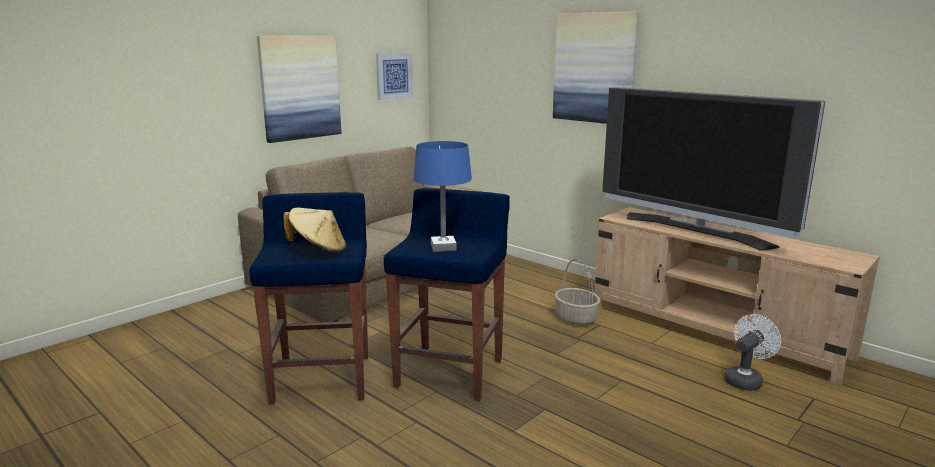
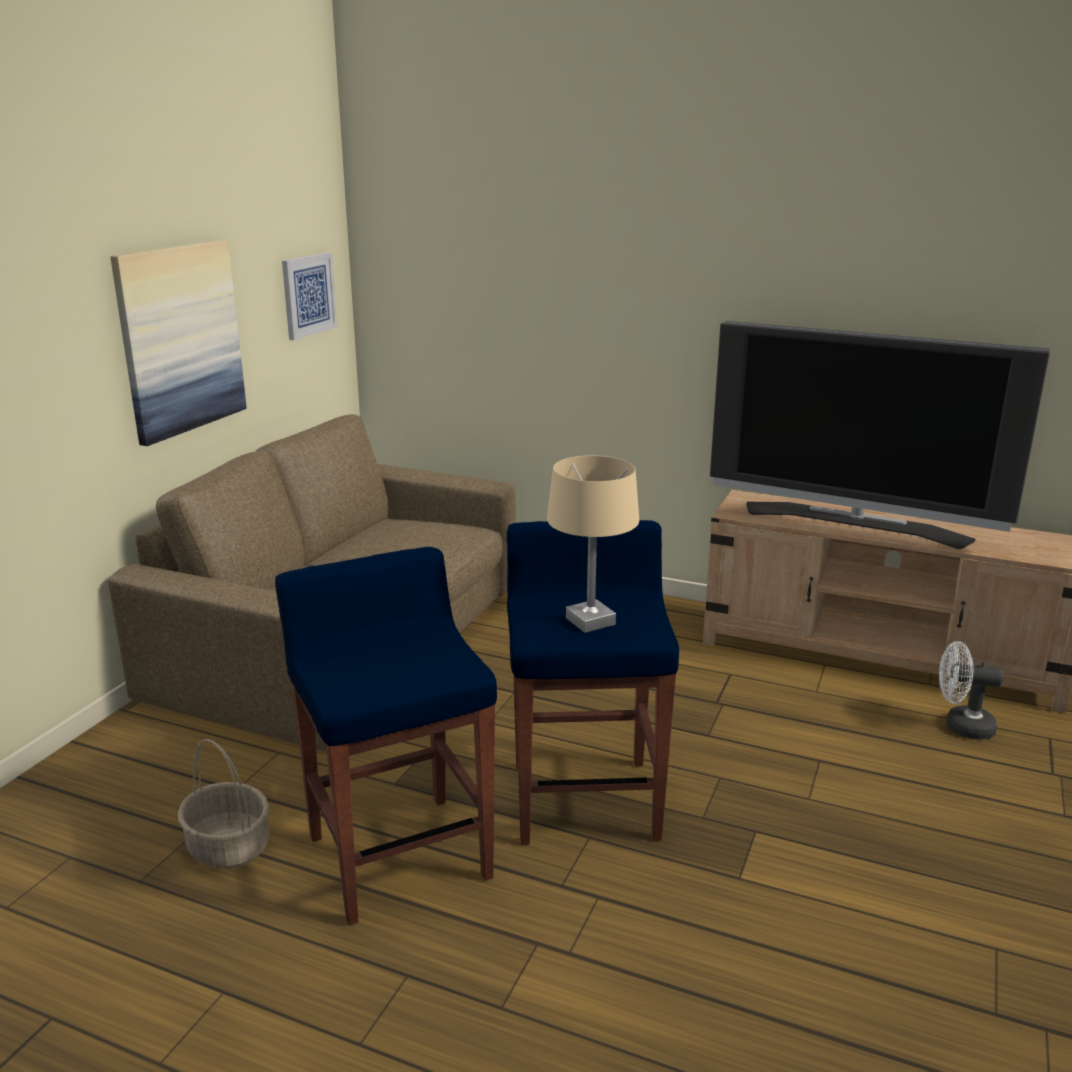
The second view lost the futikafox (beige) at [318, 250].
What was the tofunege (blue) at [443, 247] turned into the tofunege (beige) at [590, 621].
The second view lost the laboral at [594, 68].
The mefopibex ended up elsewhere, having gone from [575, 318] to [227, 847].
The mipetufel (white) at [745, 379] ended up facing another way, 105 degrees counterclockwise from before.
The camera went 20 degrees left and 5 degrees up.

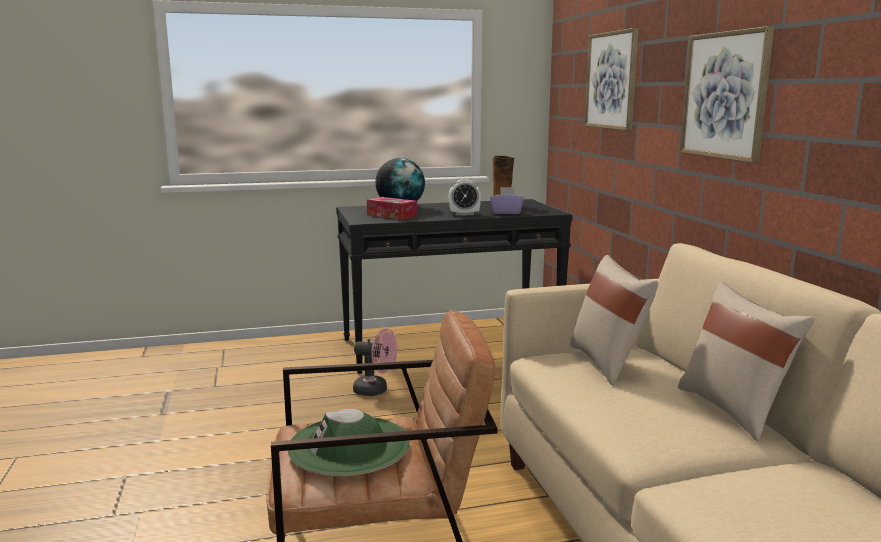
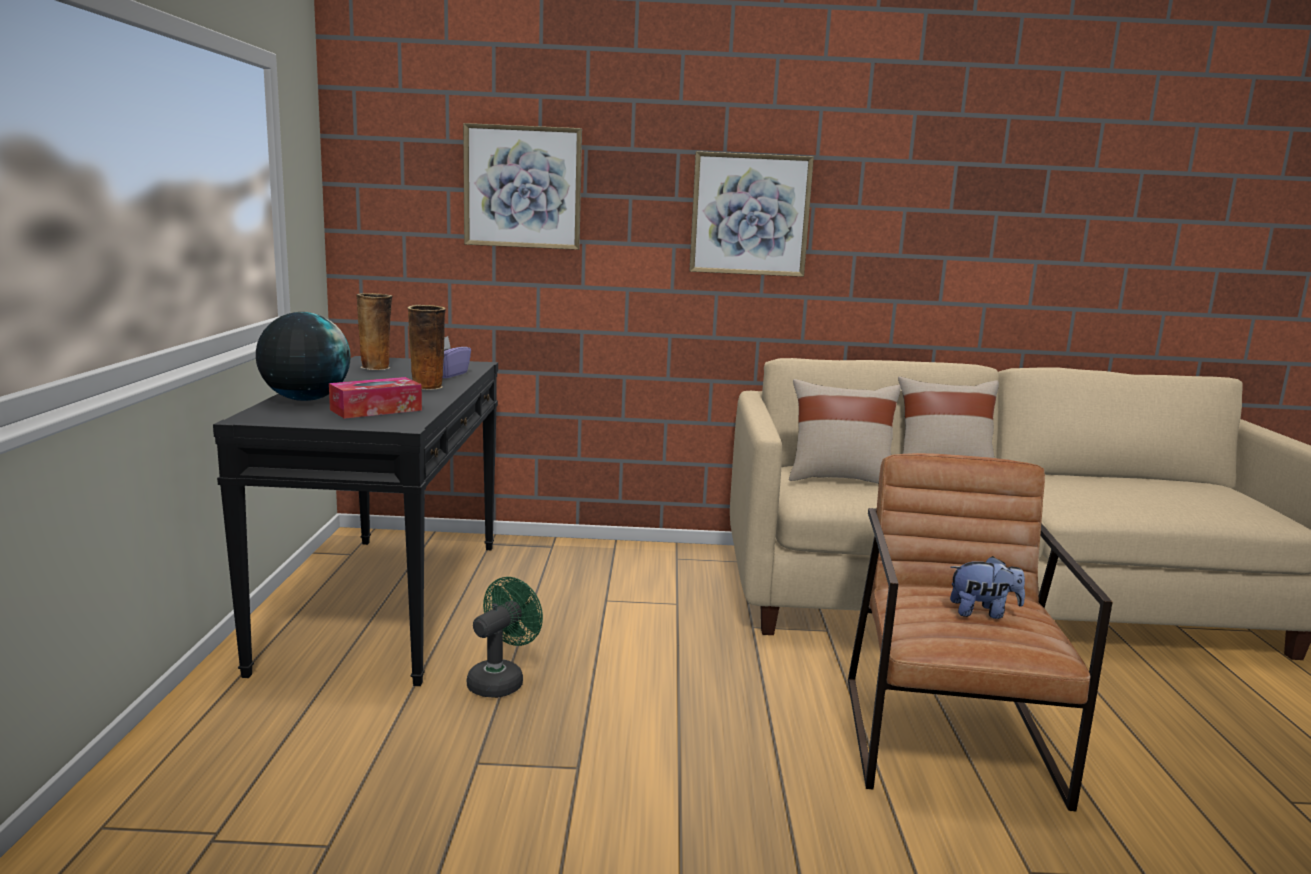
Where the futikafox (green) stood at [349, 445], the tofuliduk came to stand at [983, 612].
What was the mipetufel (pink) at [376, 390] turned into the mipetufel (green) at [501, 680].
Where the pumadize stood at [464, 214], the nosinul came to stand at [428, 387].
The camera went 75 degrees left and 0 degrees up.

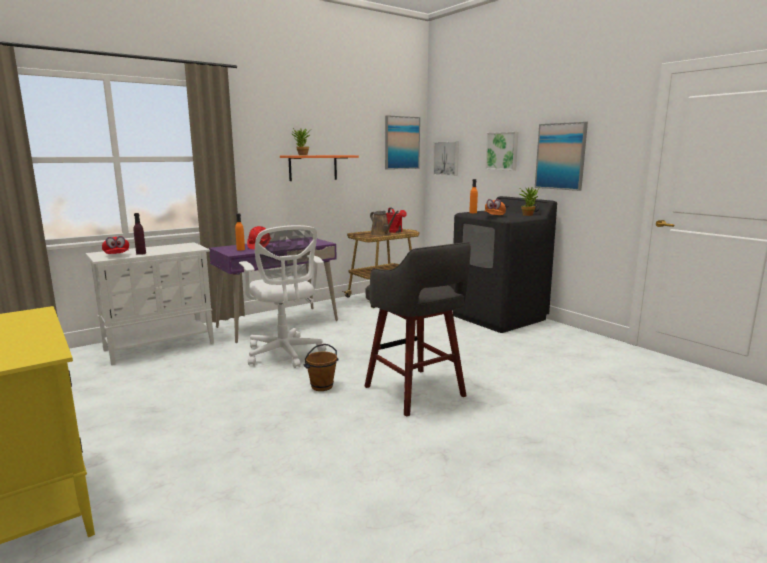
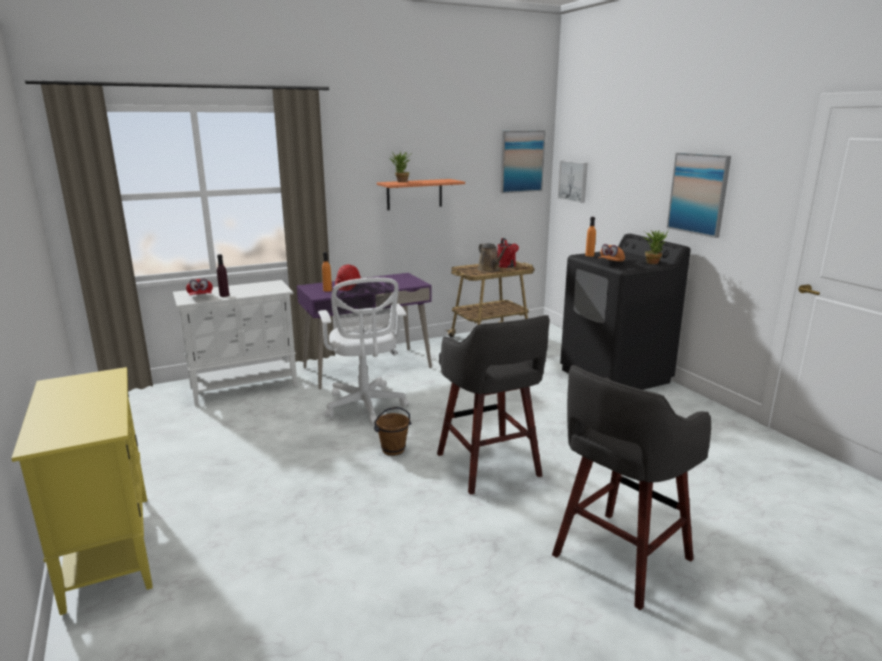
The second view lost the laboral at [502, 151].
The second view gained the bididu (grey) at [619, 559].
The camera went 10 degrees right and 5 degrees up.

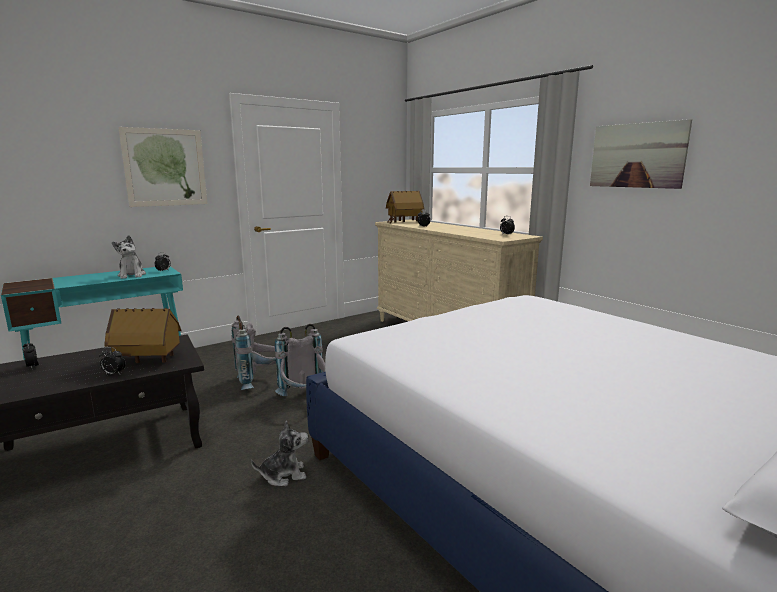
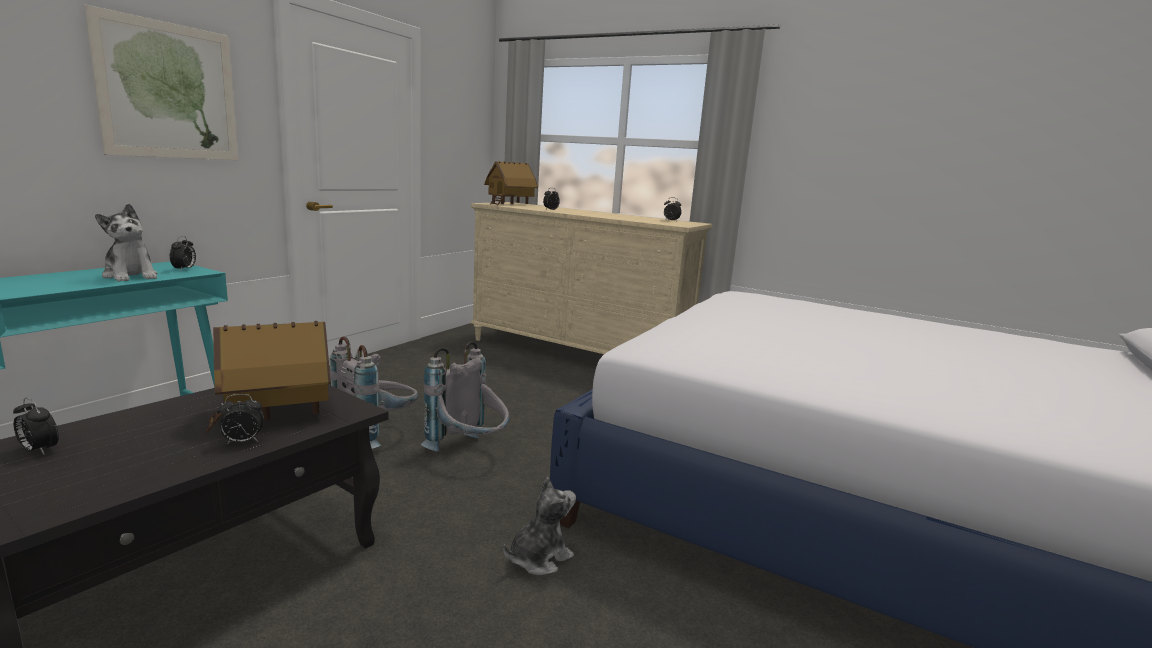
The second view lost the laboral at [637, 155].
The camera went 25 degrees left and 0 degrees up.

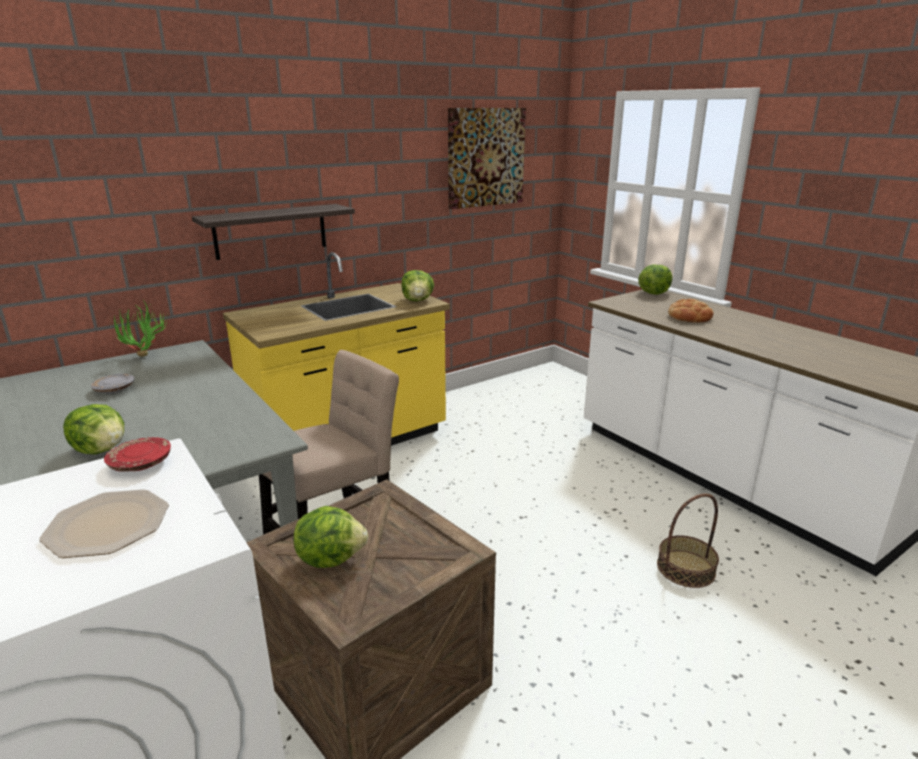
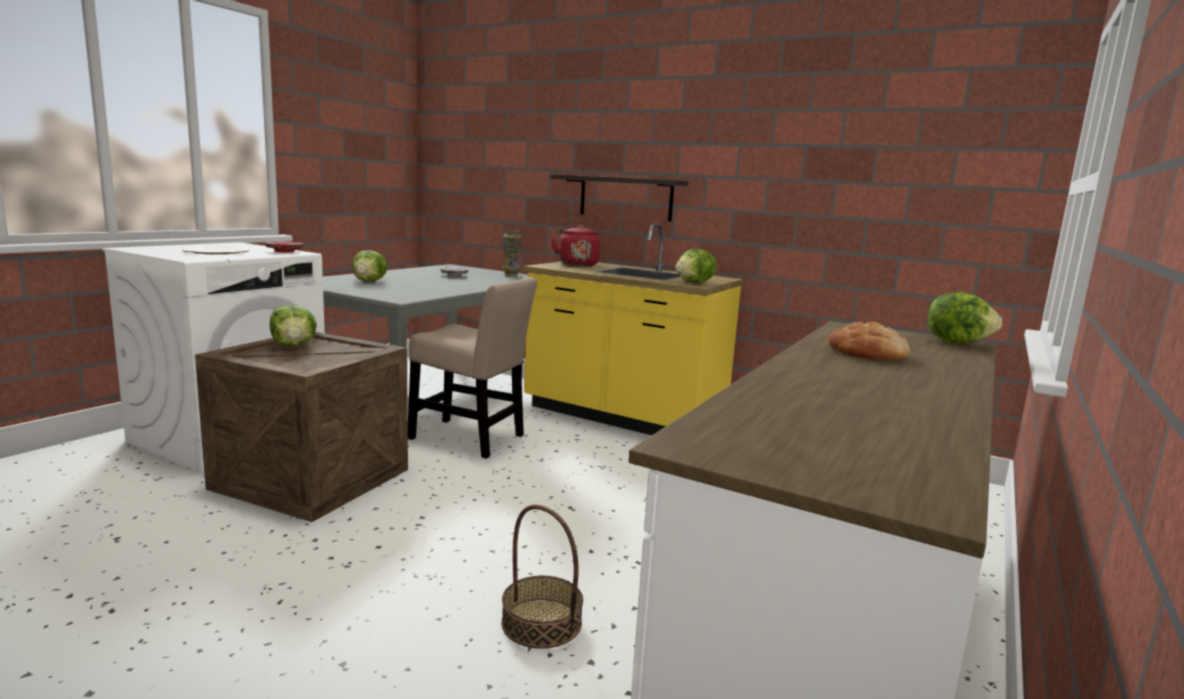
Where the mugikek stood at [146, 358], the nosinul came to stand at [511, 275].
The second view lost the laboral at [485, 157].
The second view gained the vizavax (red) at [577, 264].
The camera went 65 degrees right and 10 degrees down.

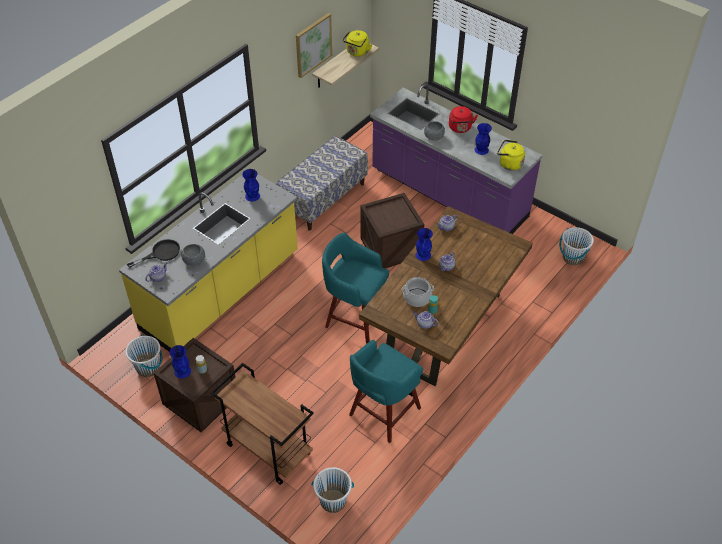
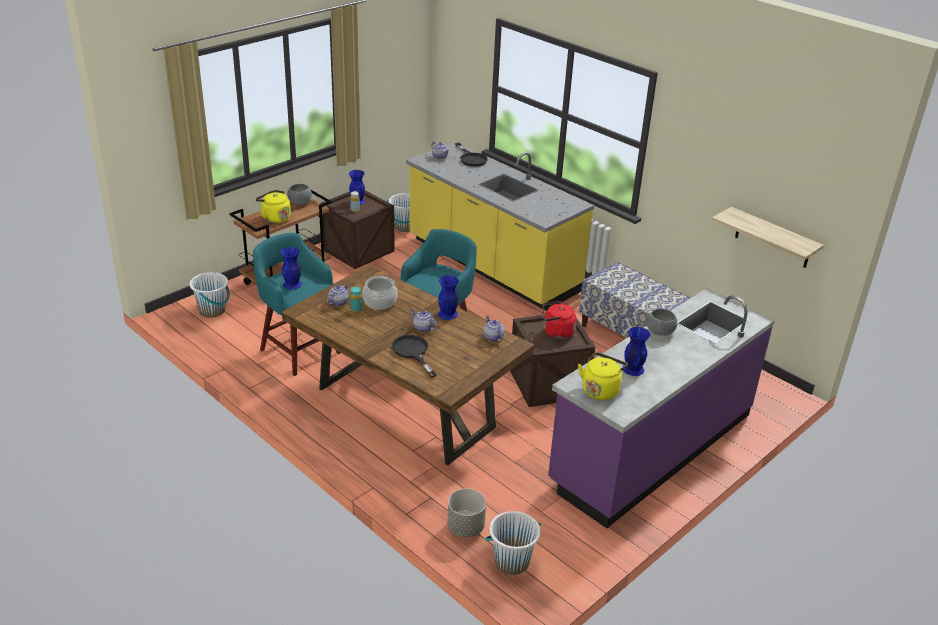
The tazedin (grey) ended up elsewhere, having gone from [194, 261] to [299, 202].
The nosinul (blue) ended up elsewhere, having gone from [252, 196] to [292, 284].
The second view lost the laboral at [313, 44].
The vizavax (yellow) ended up elsewhere, having gone from [357, 52] to [275, 218].
The vizavax (red) ended up elsewhere, having gone from [460, 128] to [556, 332].
The second view gained the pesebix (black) at [413, 352].
The second view gained the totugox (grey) at [465, 527].
The camera went 95 degrees right and 15 degrees down.

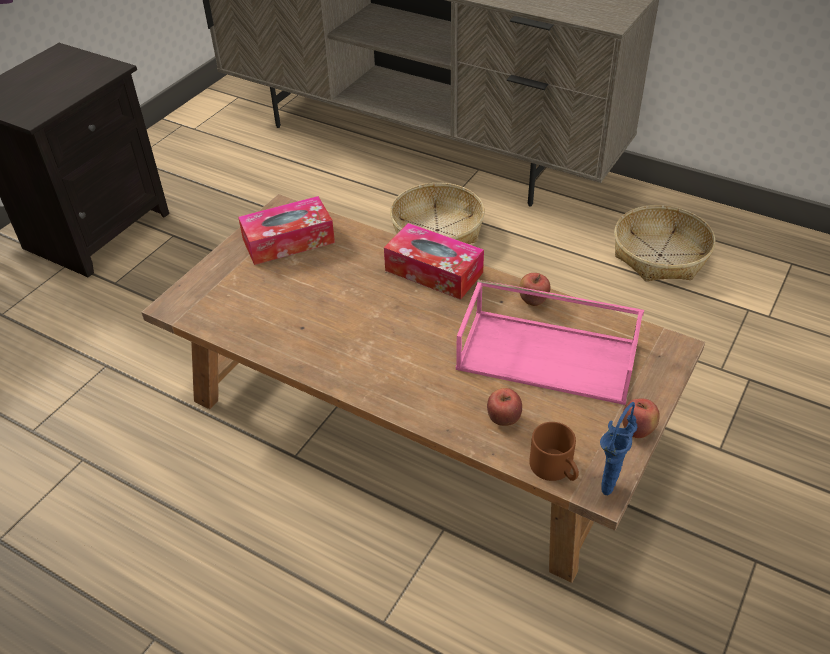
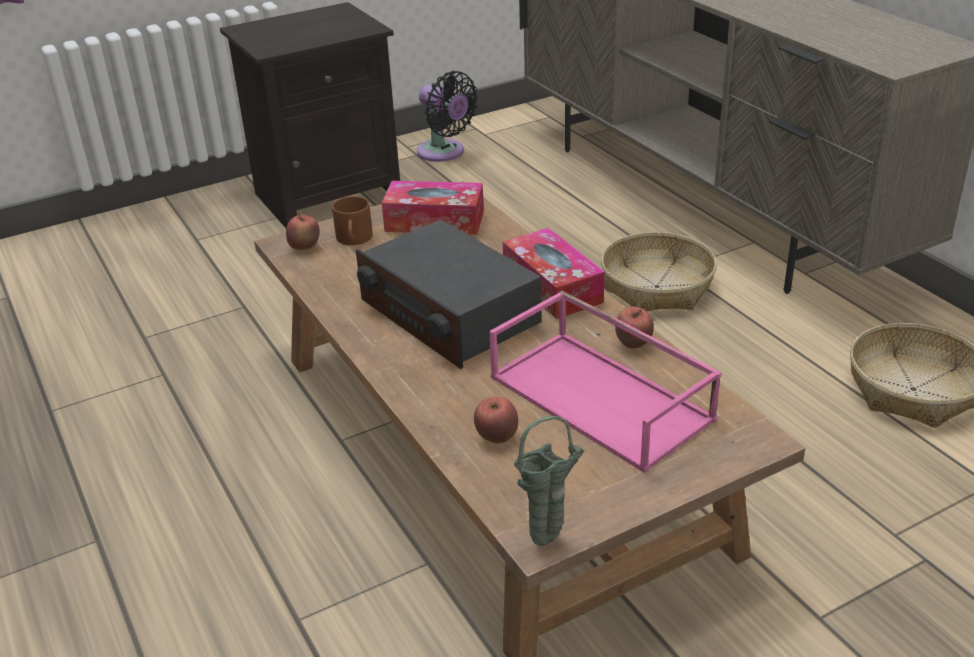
The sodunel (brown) ended up elsewhere, having gone from [556, 468] to [354, 239].
What was the nosinul (blue) at [609, 487] turned into the nosinul (green) at [549, 540].
The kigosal ended up elsewhere, having gone from [637, 430] to [305, 248].
The second view gained the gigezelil at [448, 313].
The second view gained the mipetufel (black) at [444, 153].
The camera went 30 degrees right and 10 degrees down.

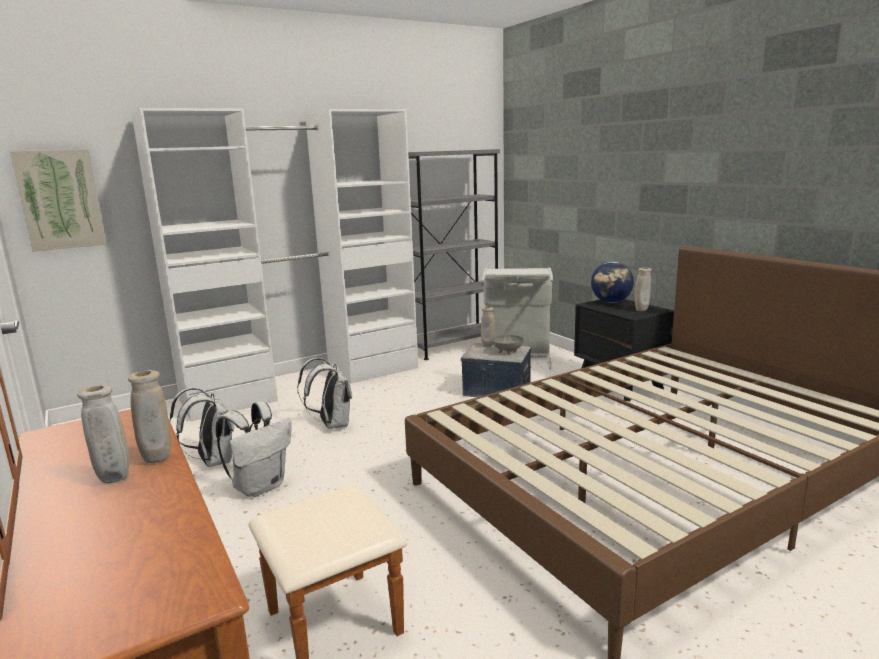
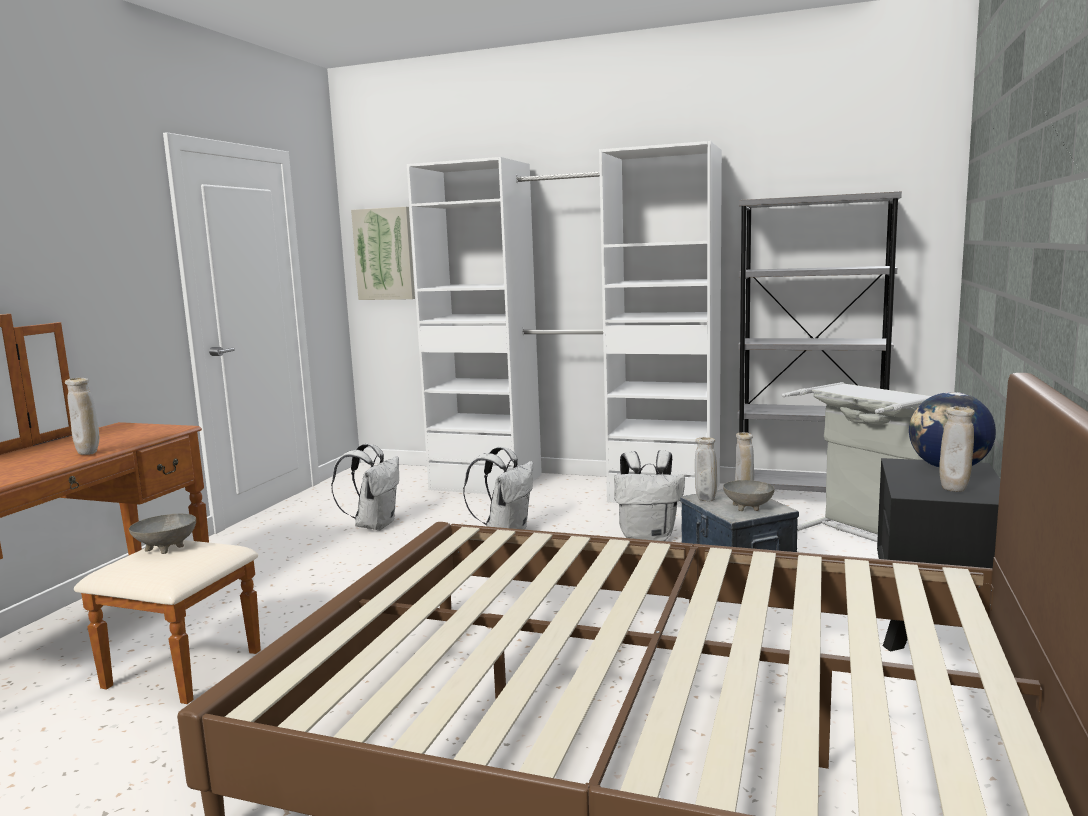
The nosinul (beige) ended up elsewhere, having gone from [114, 480] to [705, 500].
The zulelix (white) ended up elsewhere, having gone from [260, 486] to [648, 537].
The second view gained the tazedin (grey) at [167, 547].
The camera went 50 degrees right and 5 degrees down.

